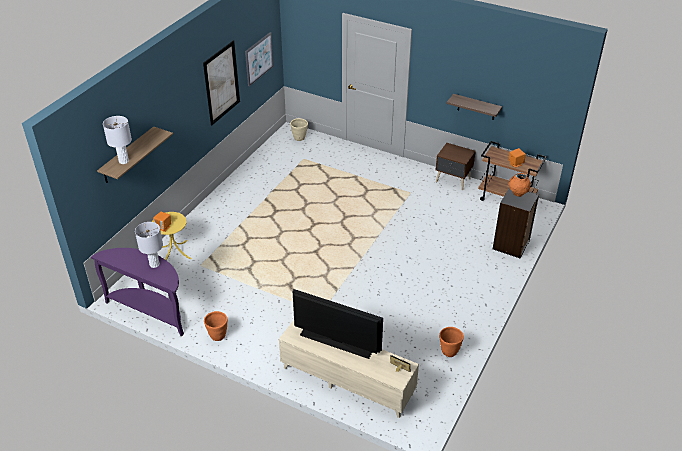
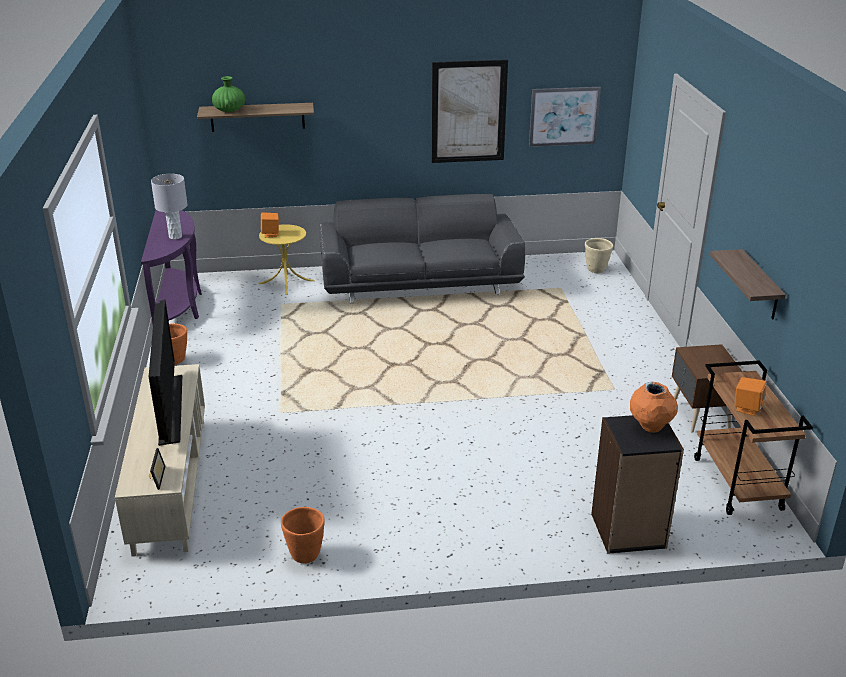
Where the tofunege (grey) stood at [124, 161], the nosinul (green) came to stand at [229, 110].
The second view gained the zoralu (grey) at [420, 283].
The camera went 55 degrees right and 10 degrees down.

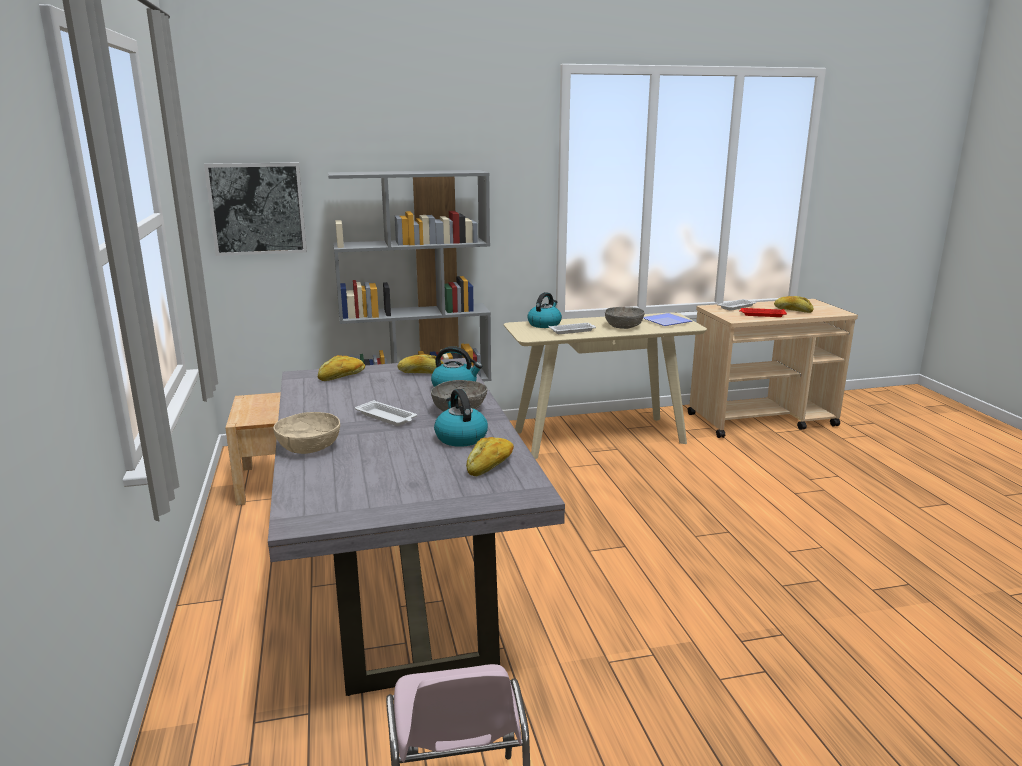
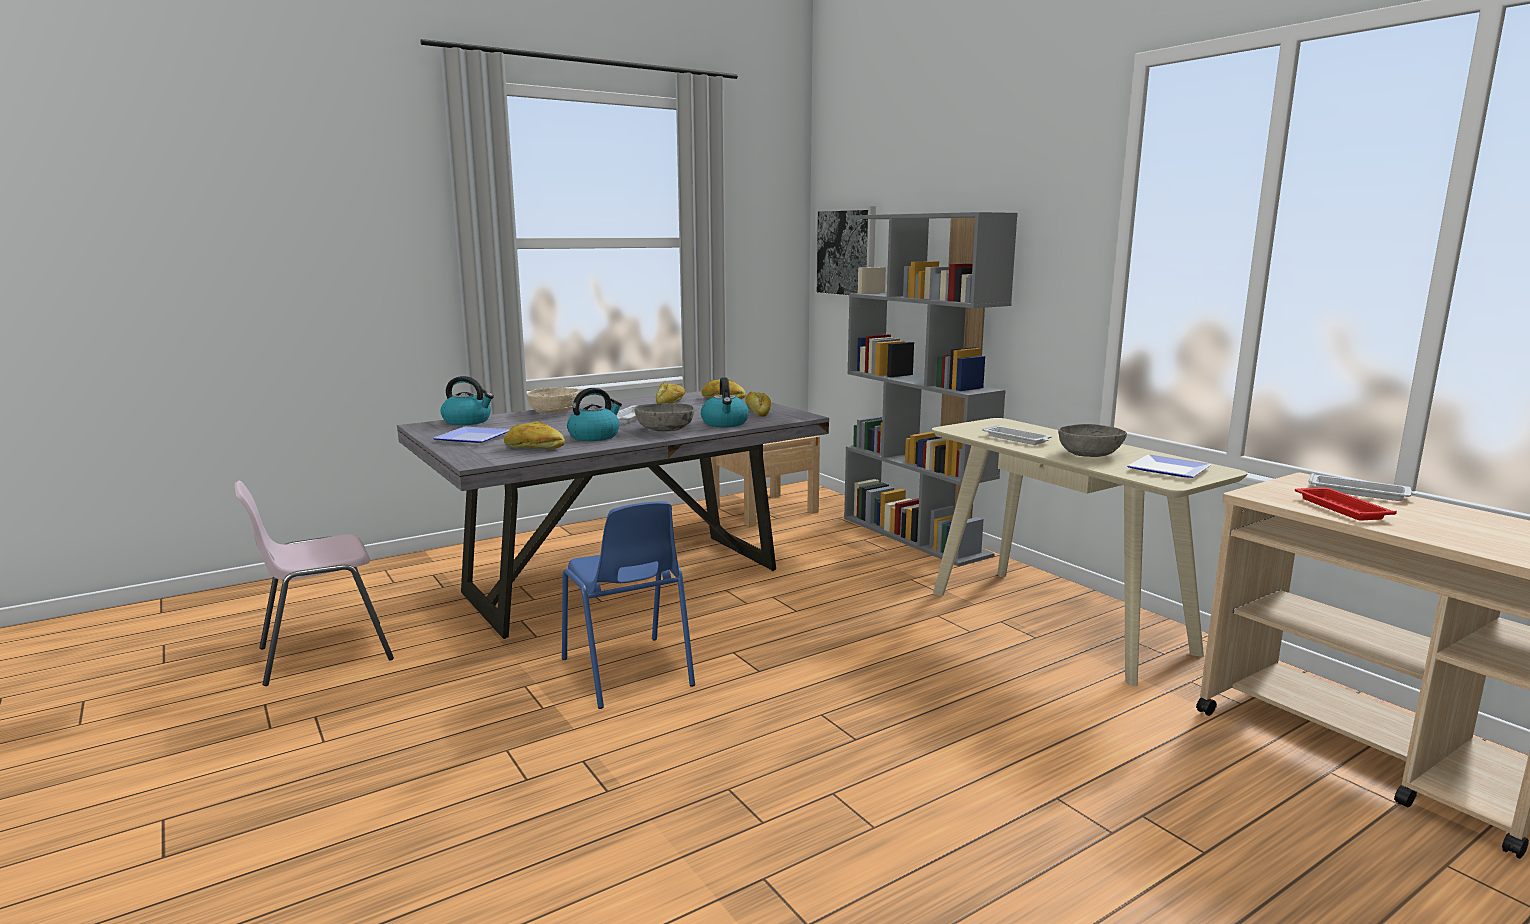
The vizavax ended up elsewhere, having gone from [544, 324] to [468, 421].
The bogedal ended up elsewhere, having gone from [792, 310] to [670, 403].
The second view gained the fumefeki at [472, 437].
The second view gained the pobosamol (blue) at [627, 672].
The camera went 70 degrees right and 5 degrees down.

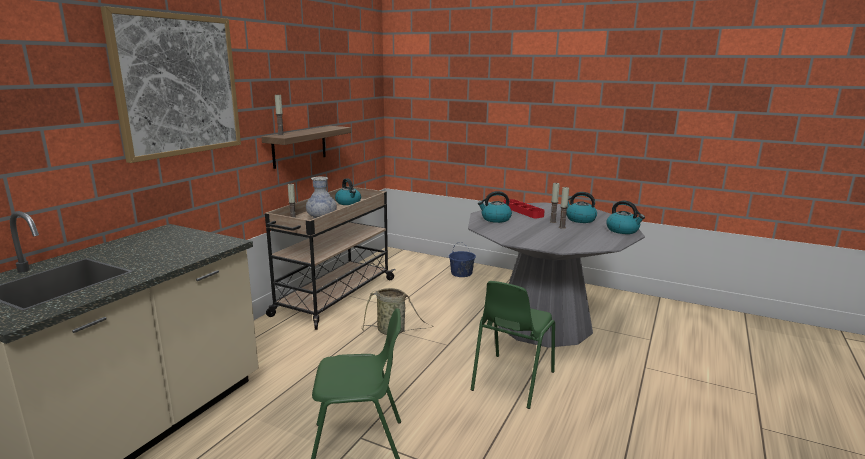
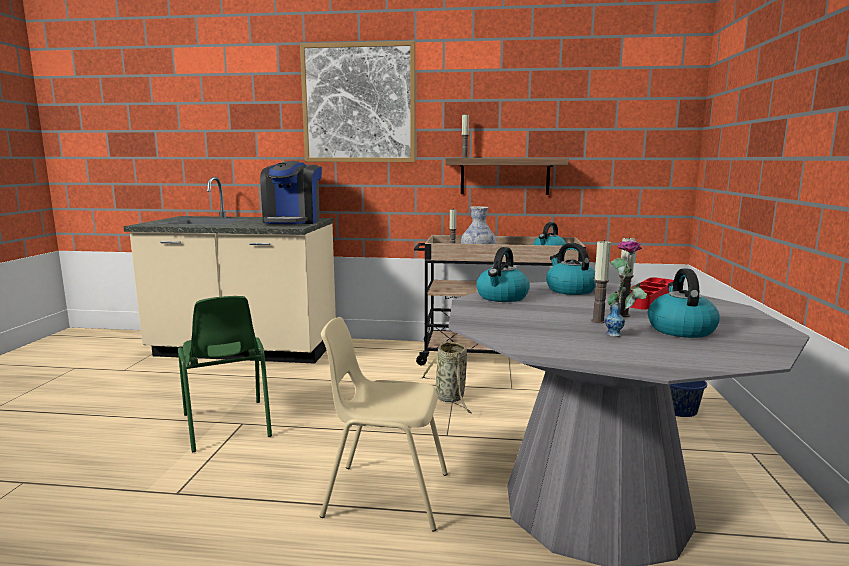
What was the pobosamol (green) at [511, 381] turned into the pobosamol (beige) at [385, 495].
The vizavax ended up elsewhere, having gone from [623, 230] to [502, 297].
The second view gained the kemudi at [292, 221].
The second view gained the nosinul at [623, 334].
The camera went 70 degrees right and 5 degrees down.

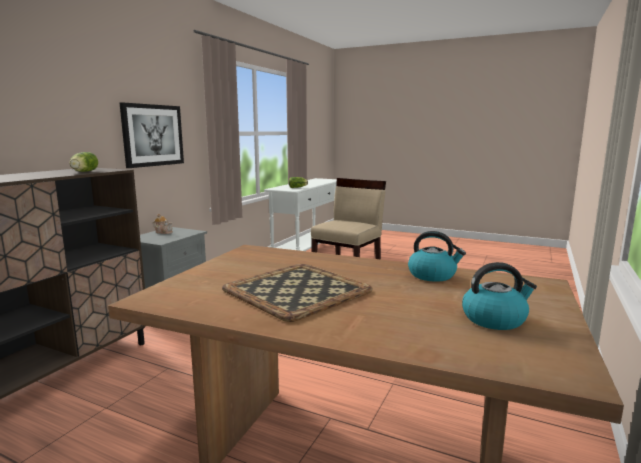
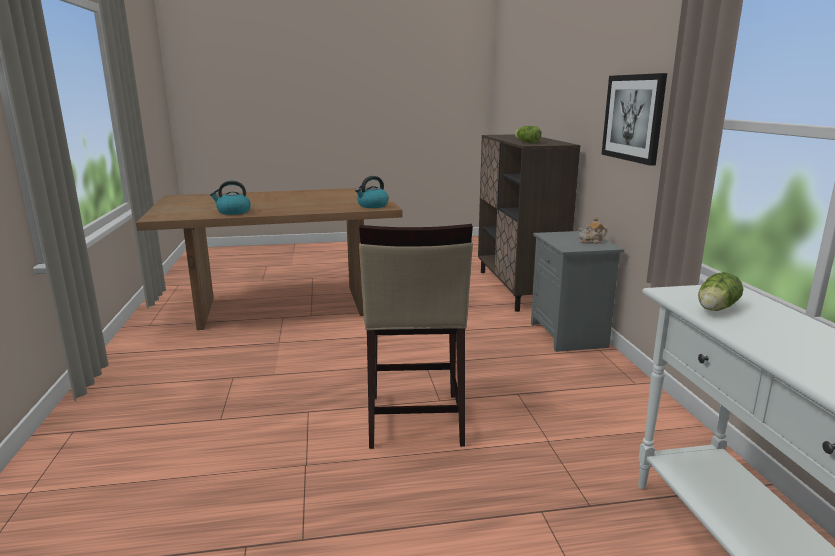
The second view lost the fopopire at [298, 290].
The vizavax ended up elsewhere, having gone from [494, 319] to [372, 206].
The camera went 145 degrees right and 5 degrees up.

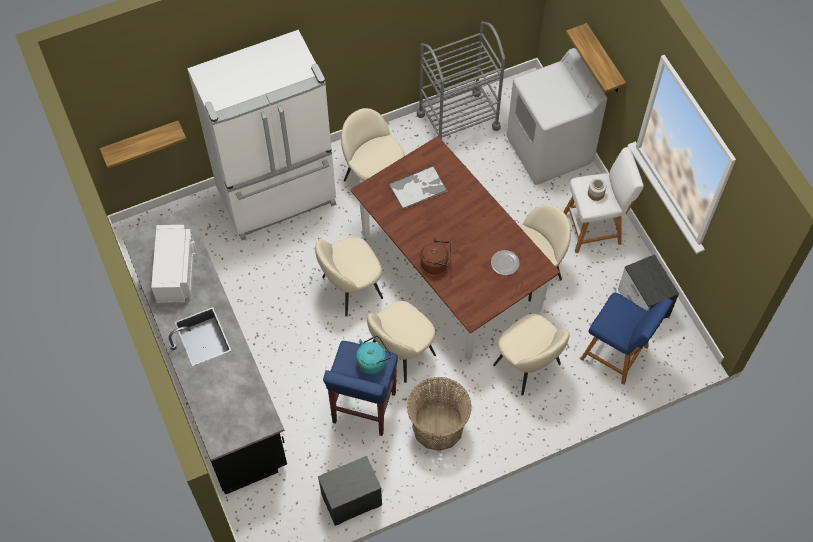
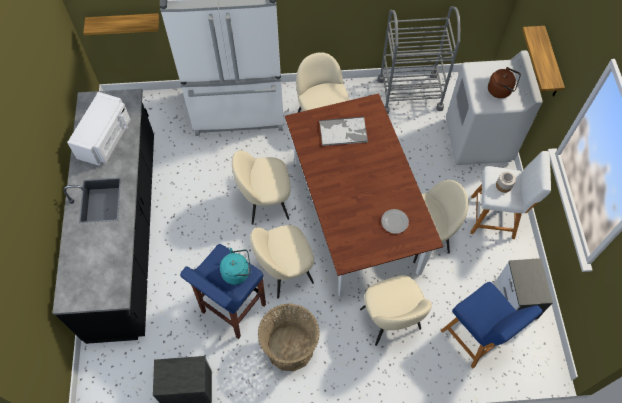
The vizavax (brown) ended up elsewhere, having gone from [436, 263] to [501, 90].
The camera went 20 degrees right and 0 degrees up.

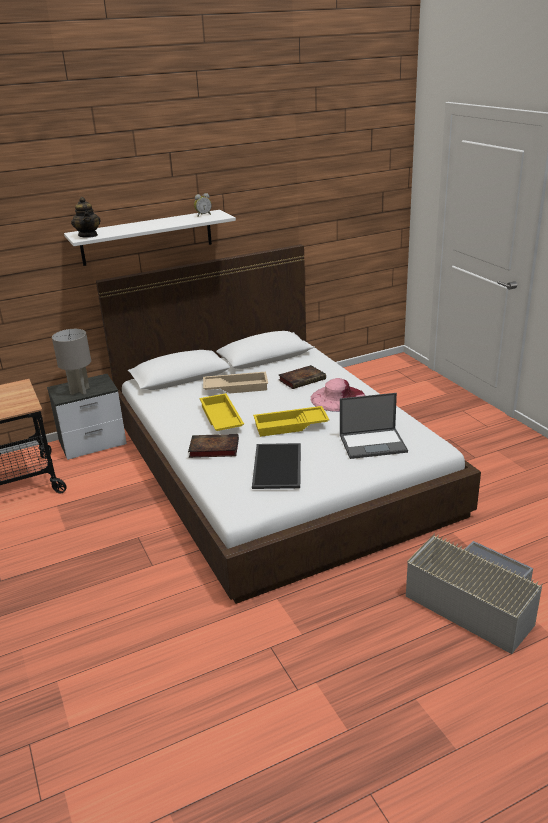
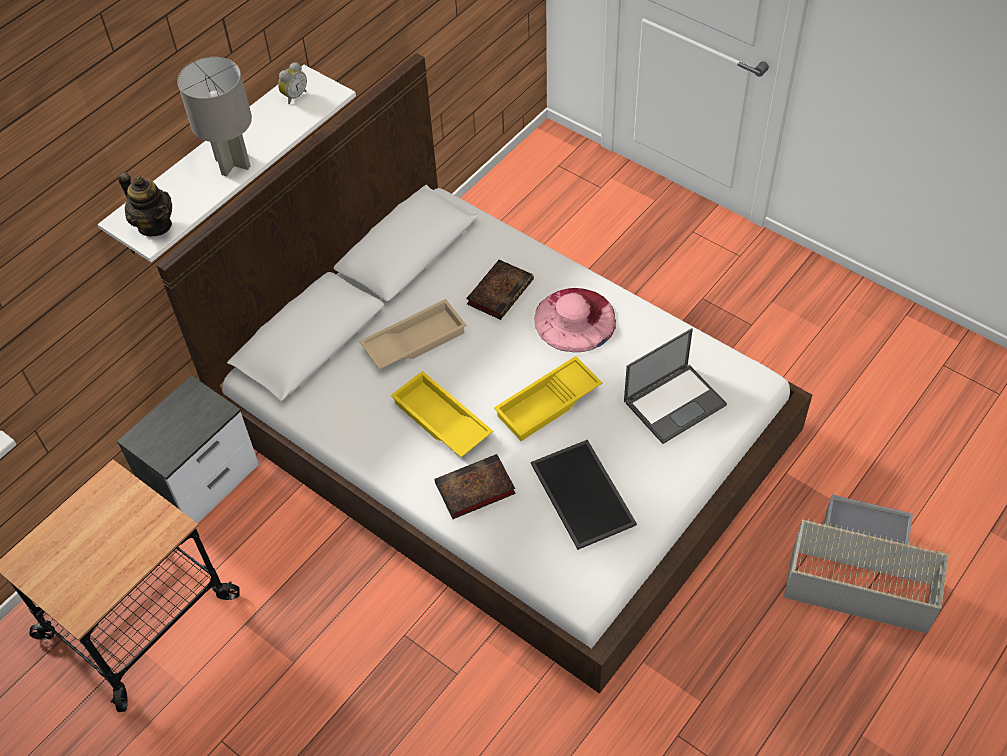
The tofunege (grey) ended up elsewhere, having gone from [80, 391] to [234, 163].
The camera went 25 degrees left and 25 degrees up.

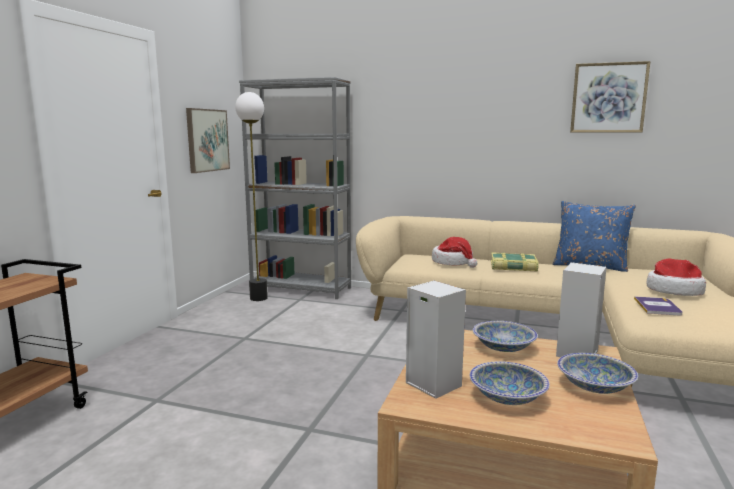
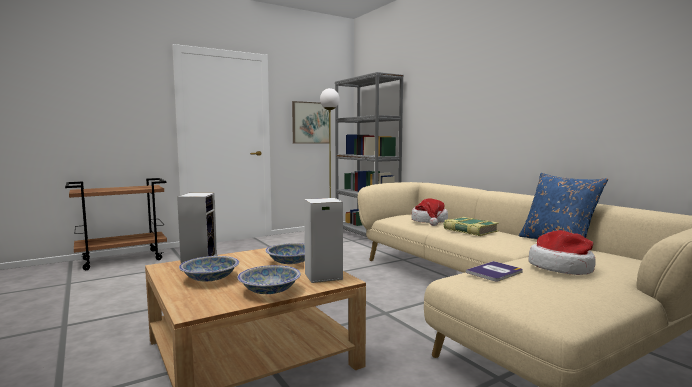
The second view lost the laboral at [608, 98].
The camera went 40 degrees right and 5 degrees down.

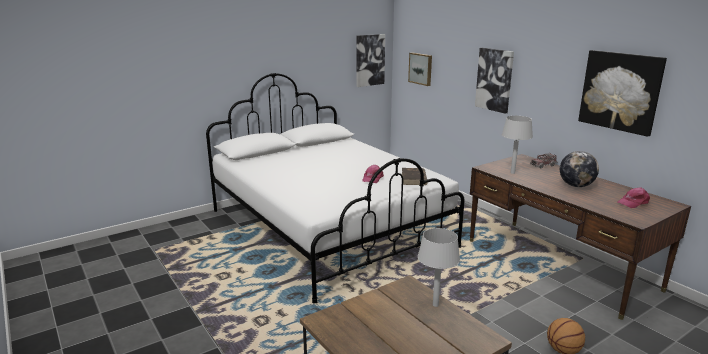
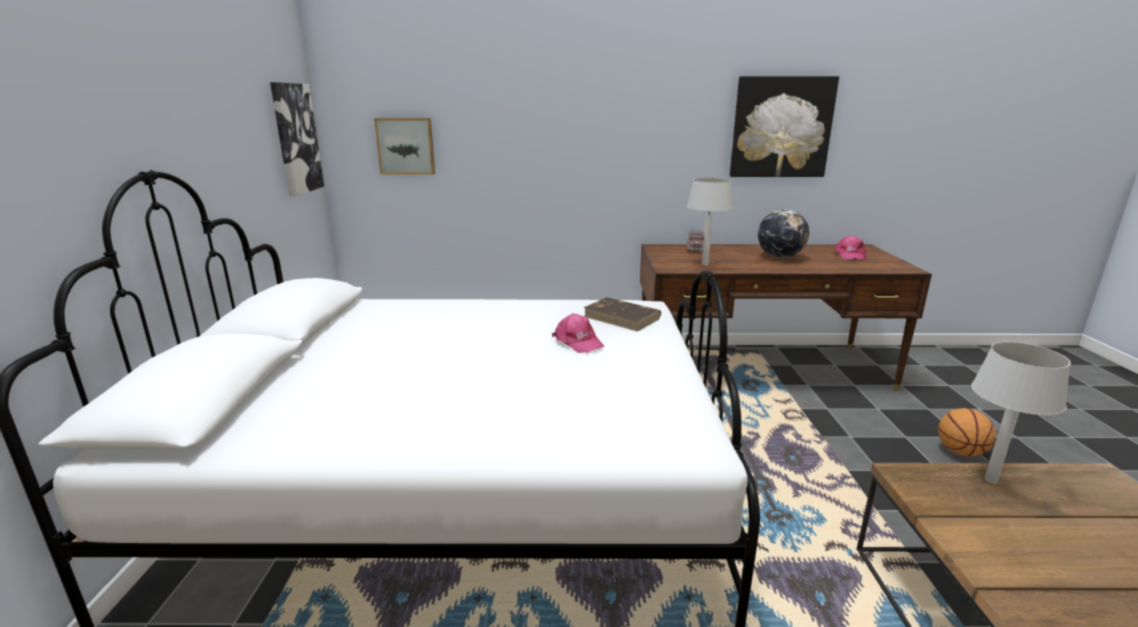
The second view lost the laboral at [494, 80].
The camera went 55 degrees left and 0 degrees up.

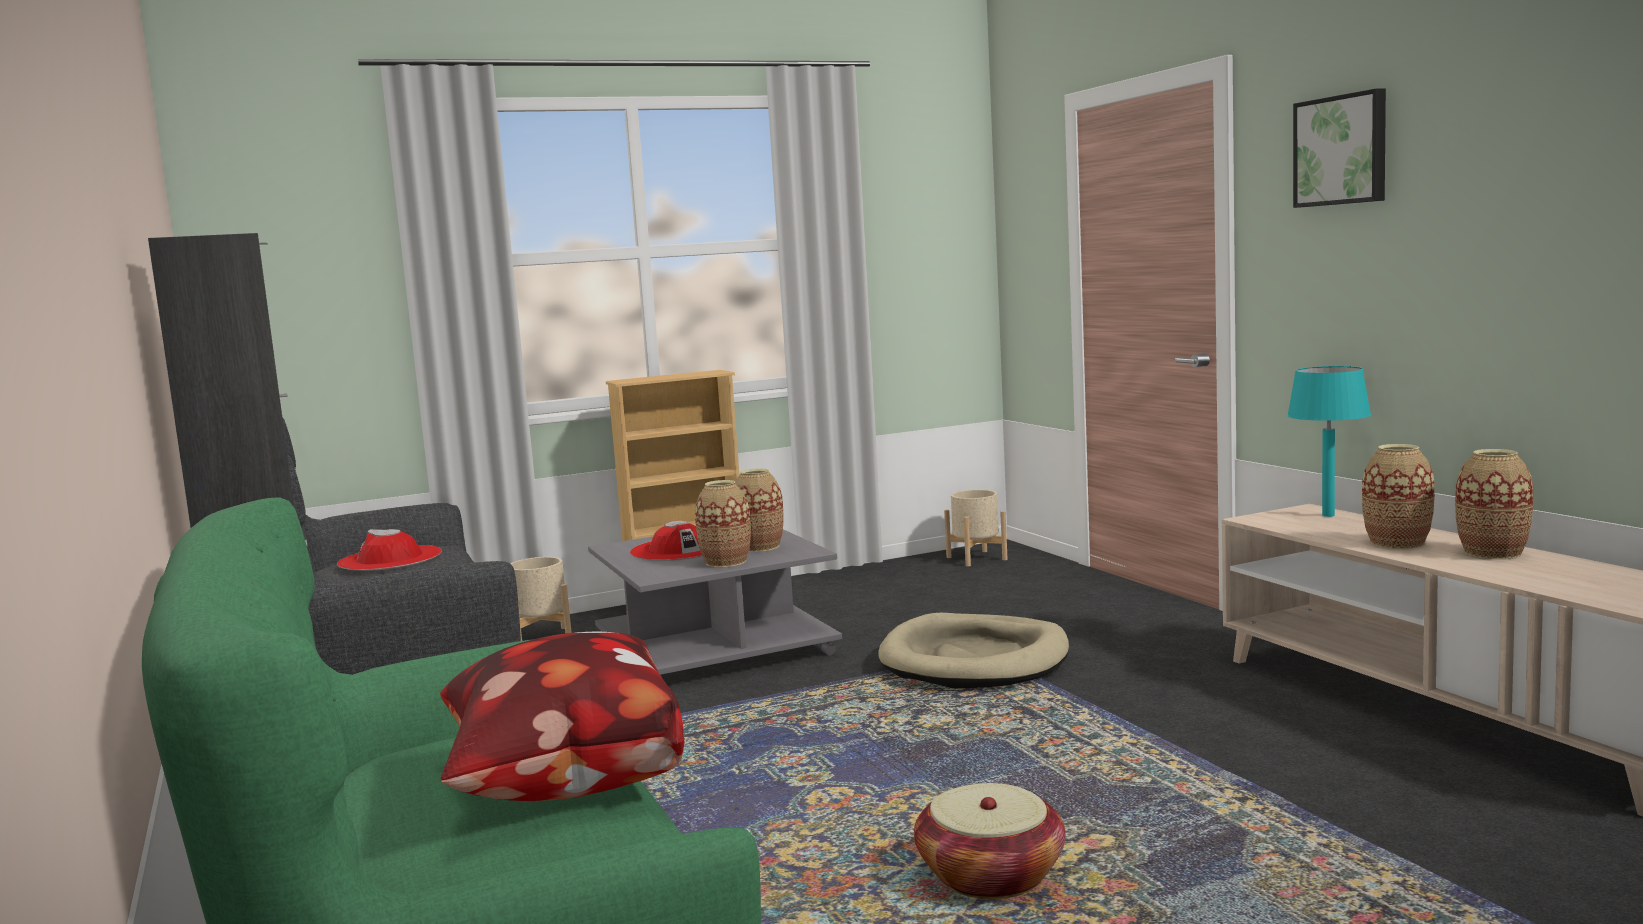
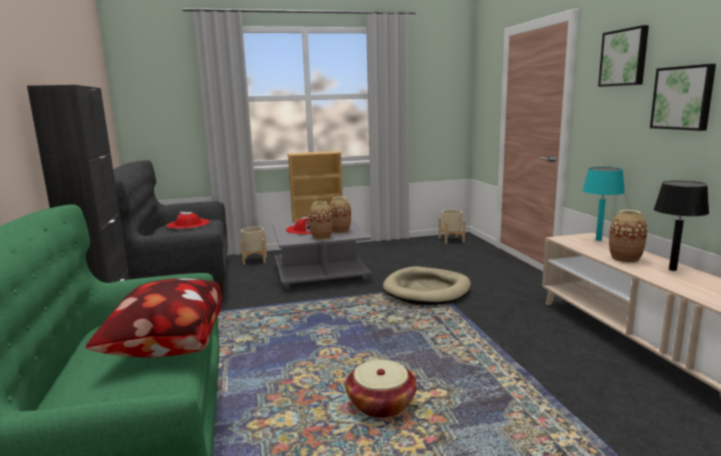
Where the nosinul stood at [1492, 553], the tofunege (black) came to stand at [672, 269].
The second view gained the laboral at [683, 98].
The camera went 10 degrees right and 5 degrees up.

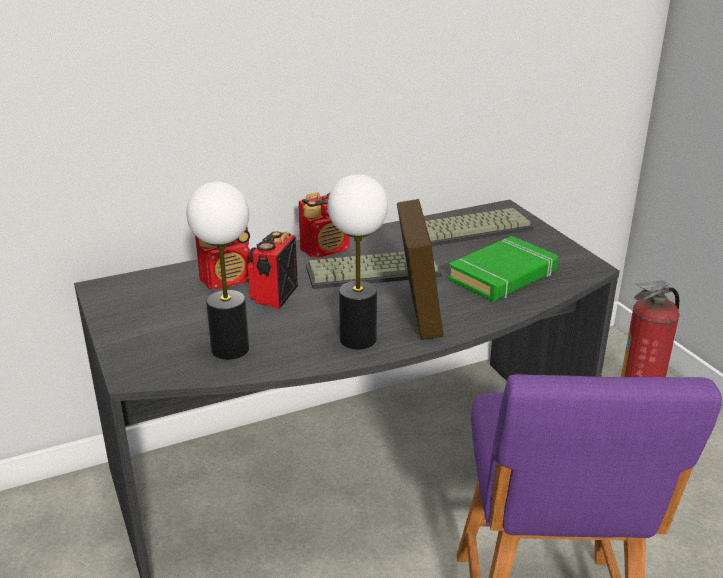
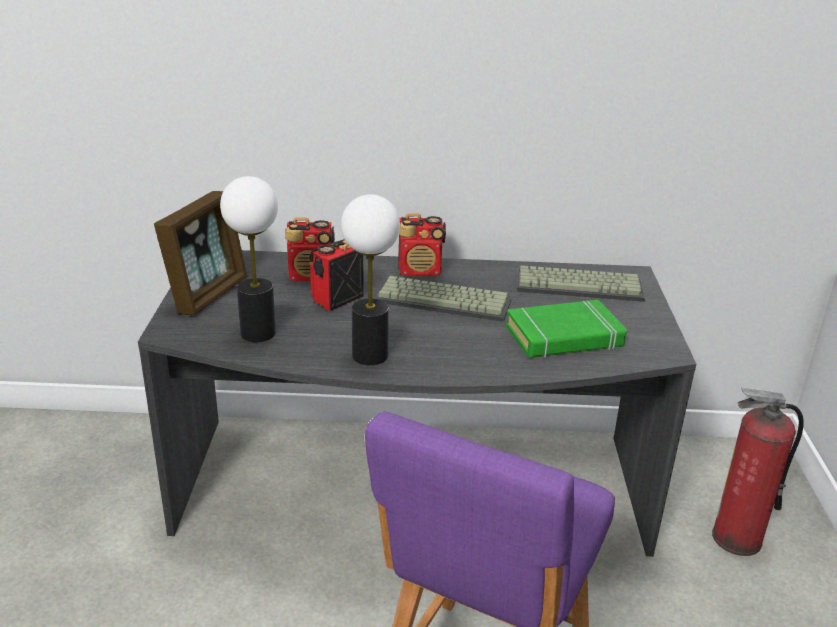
The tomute ended up elsewhere, having gone from [418, 313] to [208, 294].
The camera went 25 degrees right and 0 degrees up.

